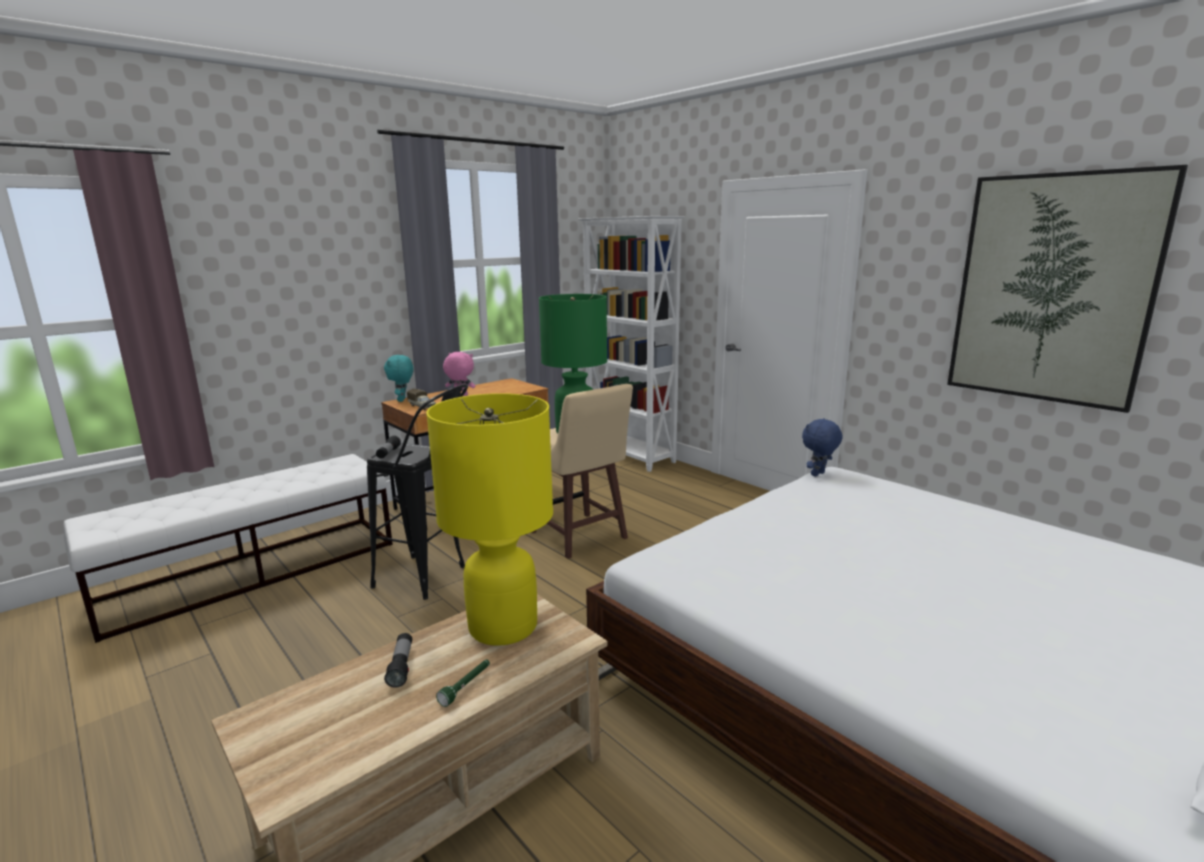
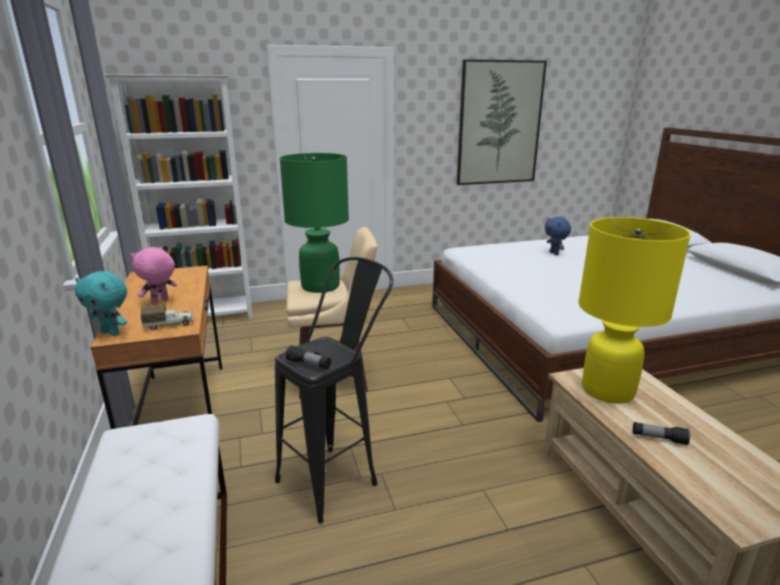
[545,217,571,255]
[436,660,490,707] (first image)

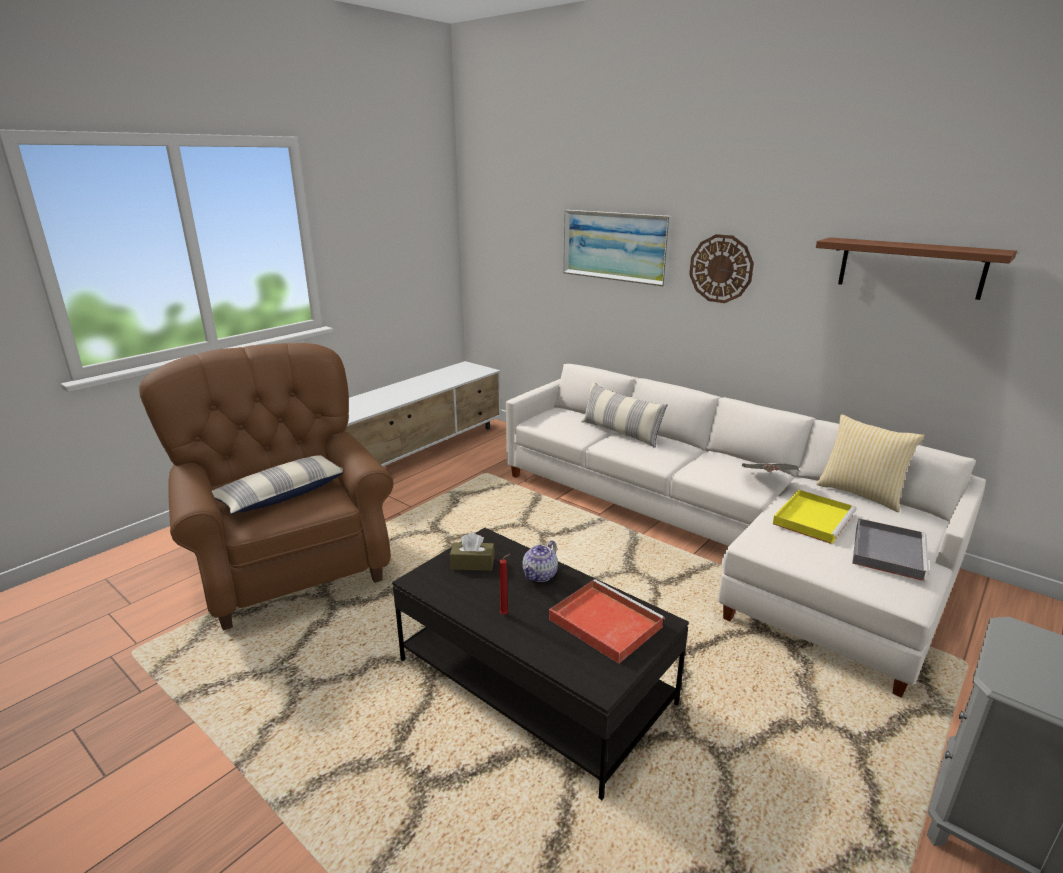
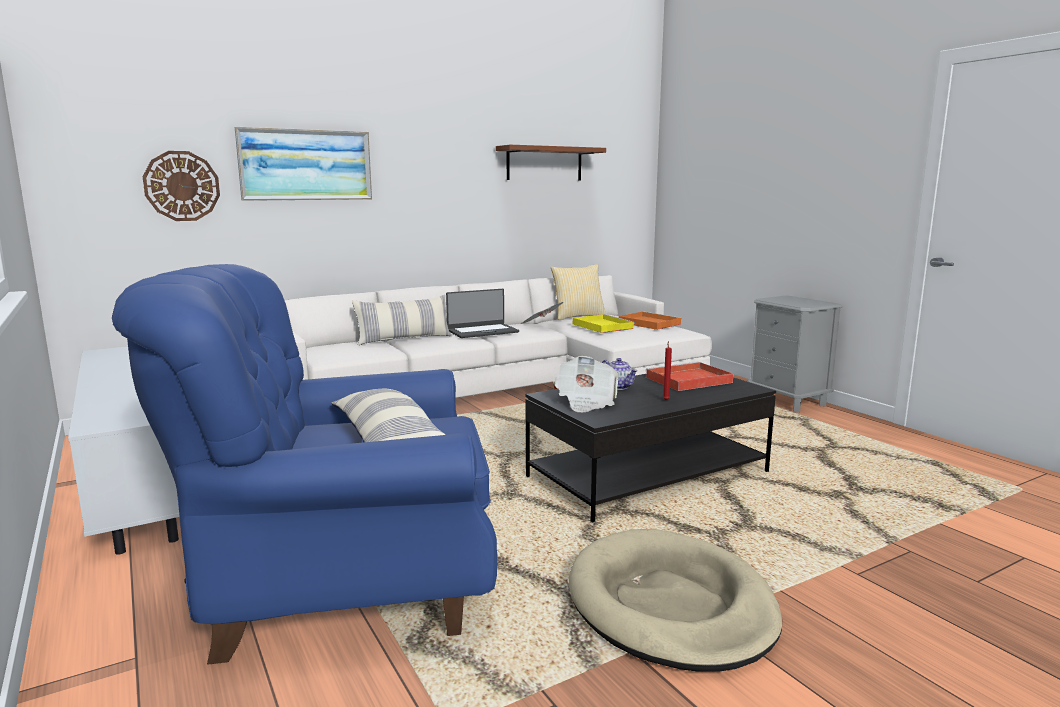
[112,264,497,664]
[143,151,220,221]
[446,289,519,338]
[554,356,619,412]
[569,529,782,672]
[619,311,682,330]

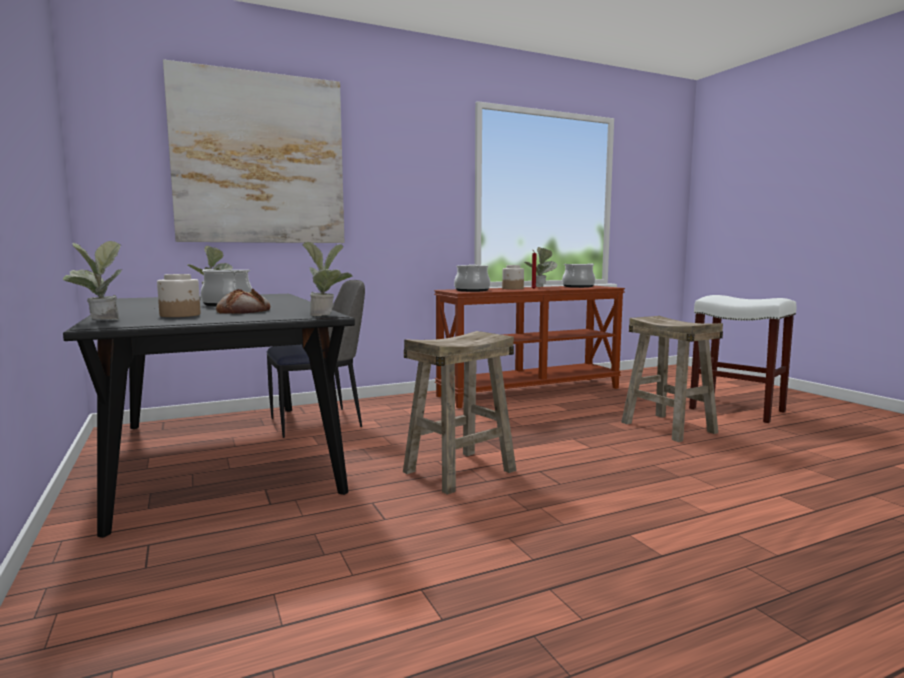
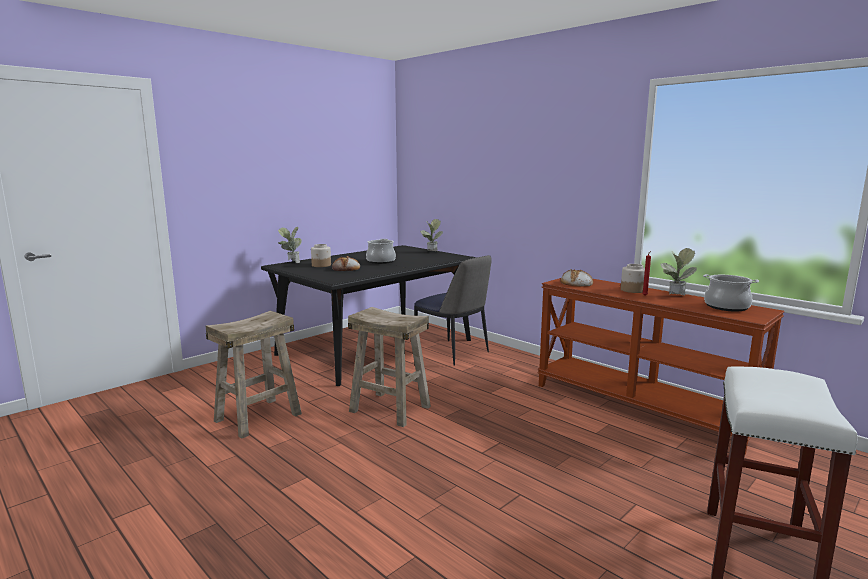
[206,311,302,439]
[560,269,593,287]
[163,59,345,243] (first image)
[302,242,352,317] (first image)

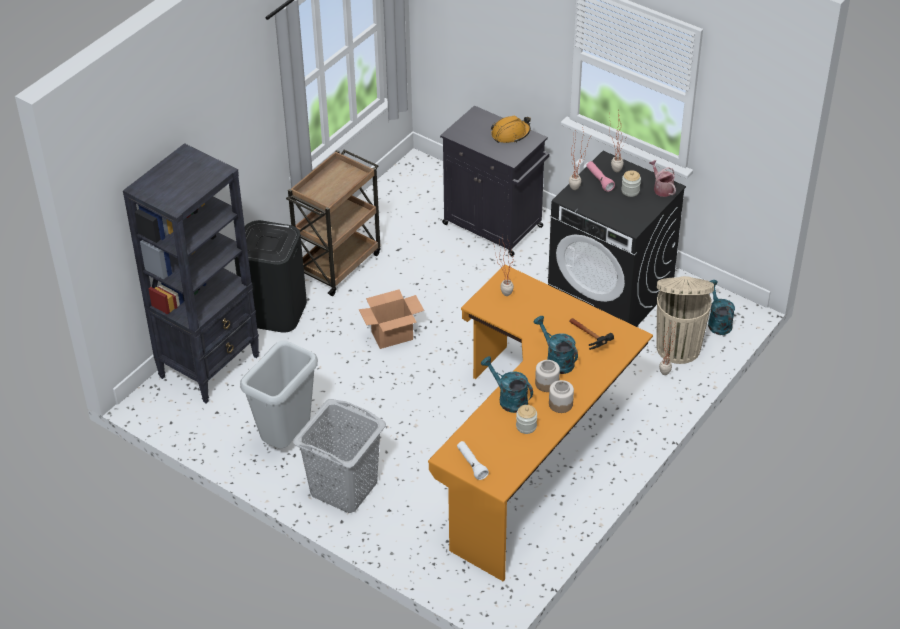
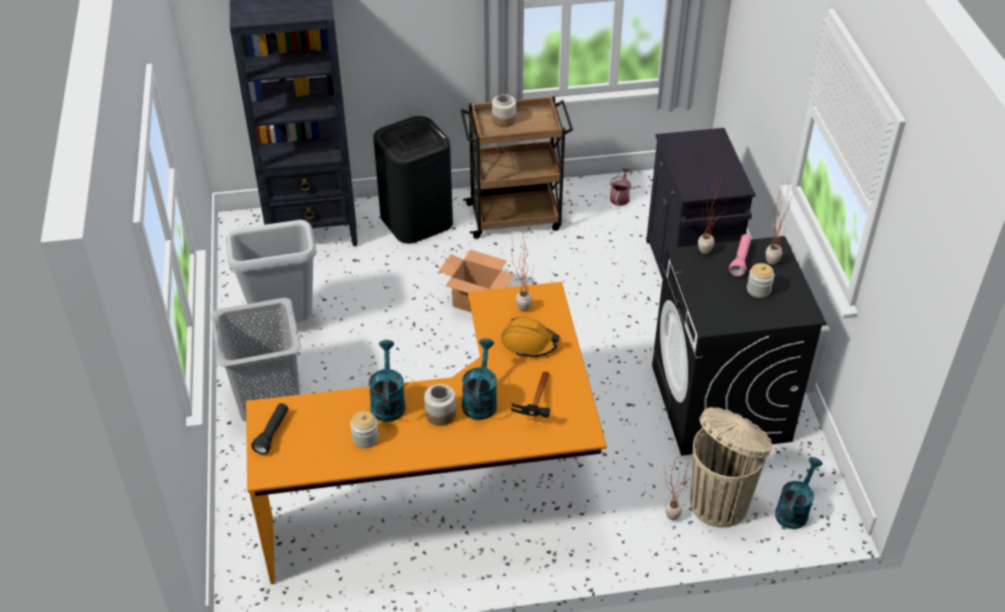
[252,403,288,455]
[492,94,516,127]
[501,317,560,357]
[610,168,632,206]

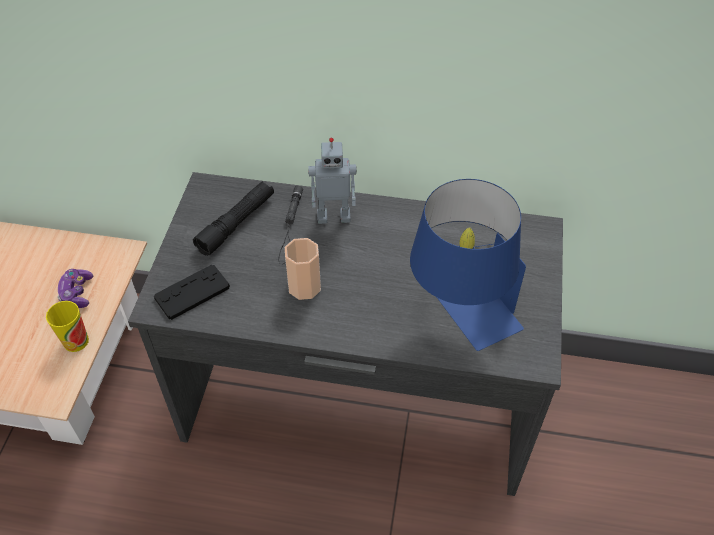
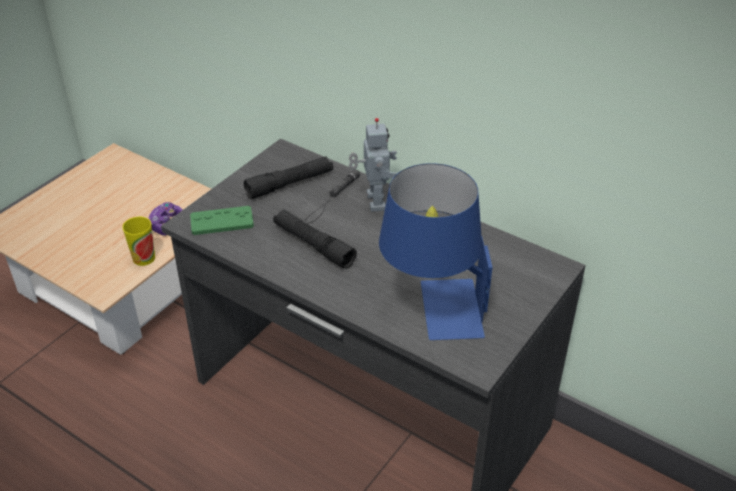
[190,206,254,235]
[273,209,357,269]
[349,118,399,212]

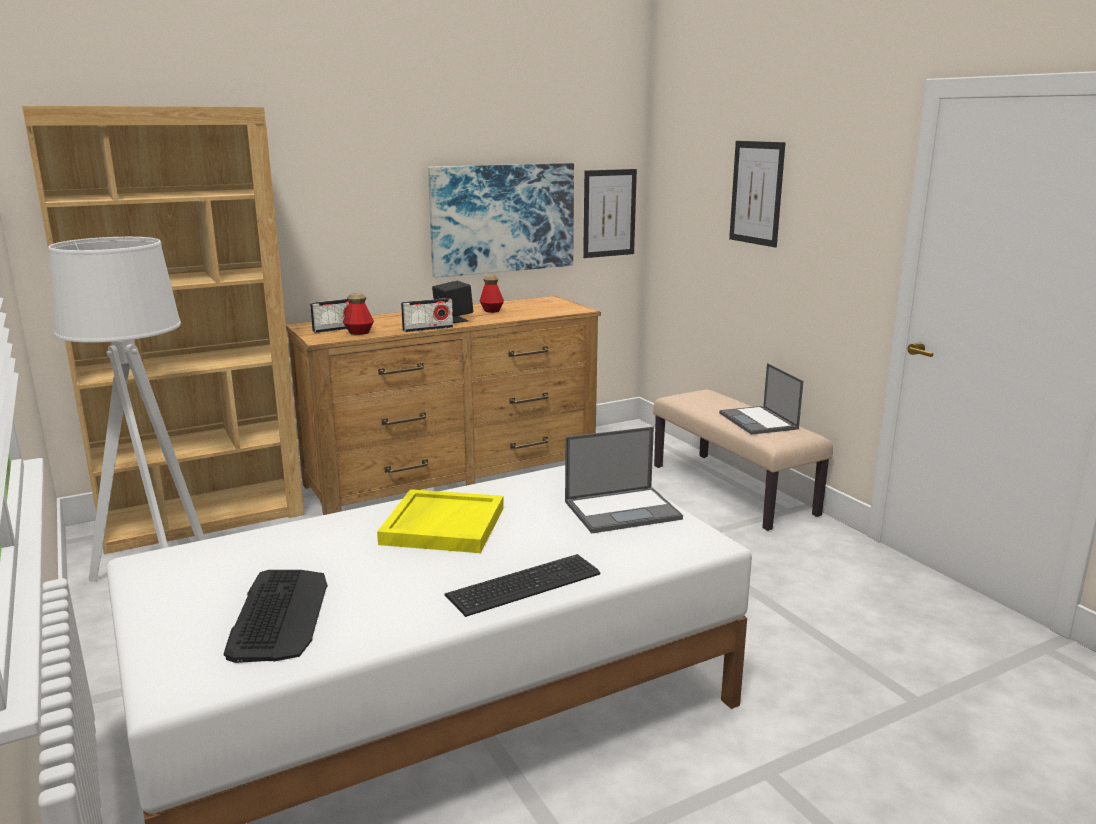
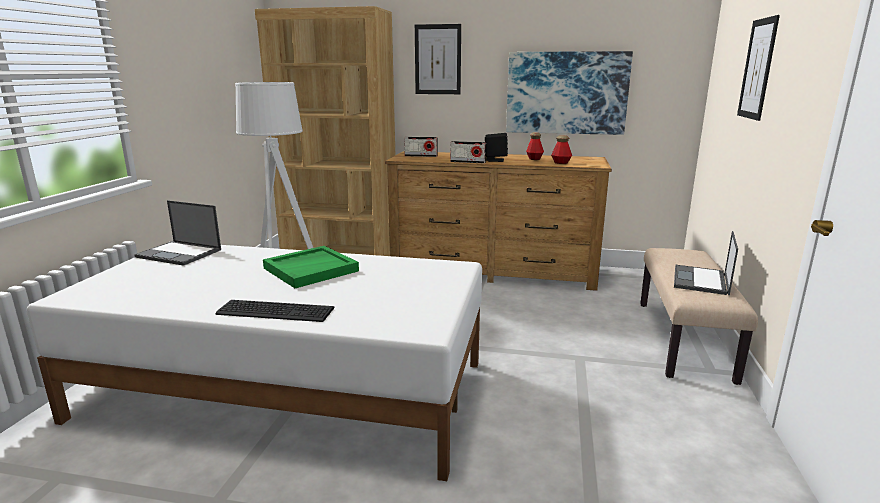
[134,200,221,266]
[263,246,359,288]
[415,24,461,94]
[551,135,572,164]
[224,570,327,663] (first image)

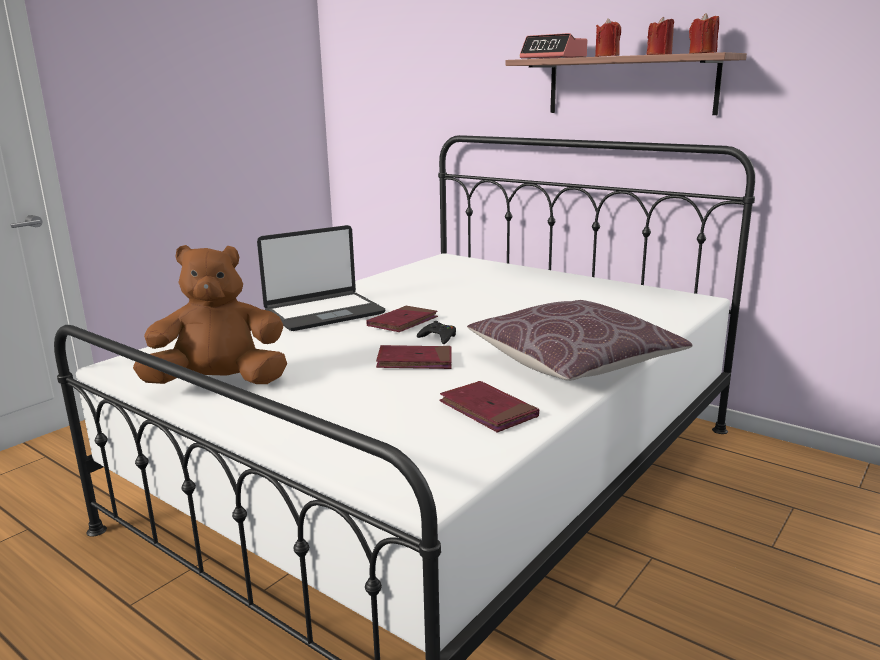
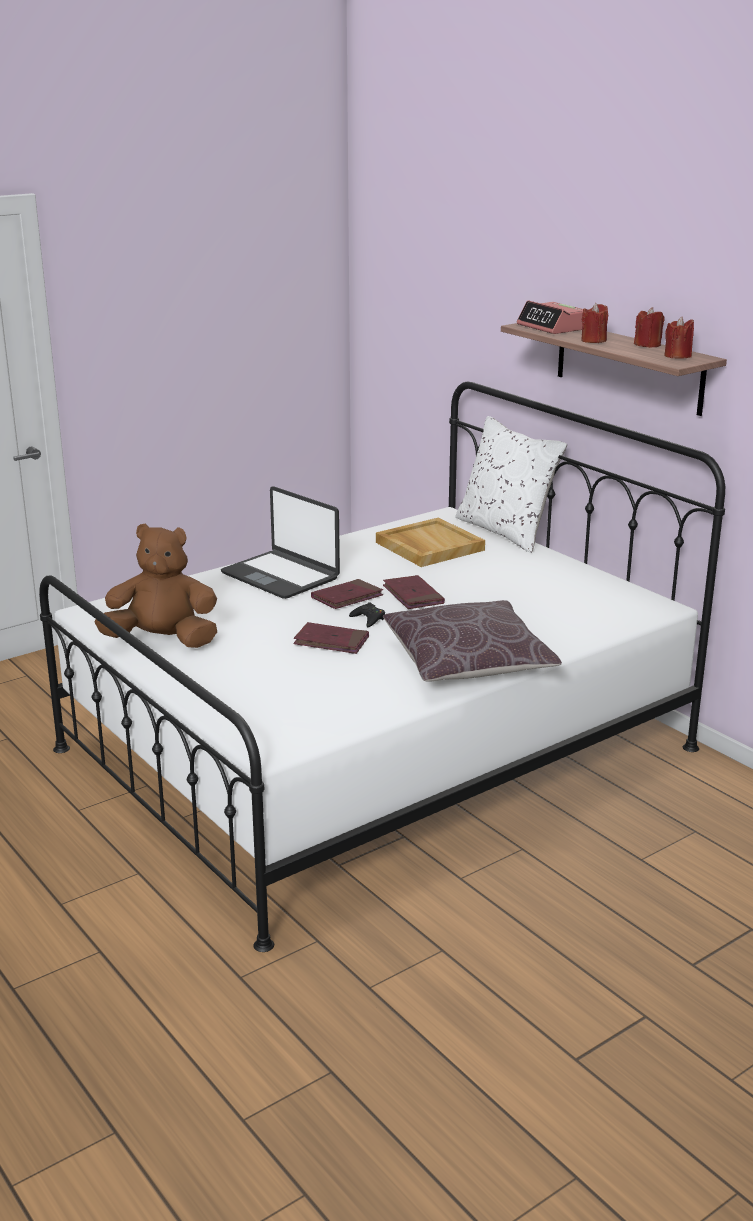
[221,486,340,599]
[376,518,485,567]
[383,575,445,609]
[455,416,567,553]

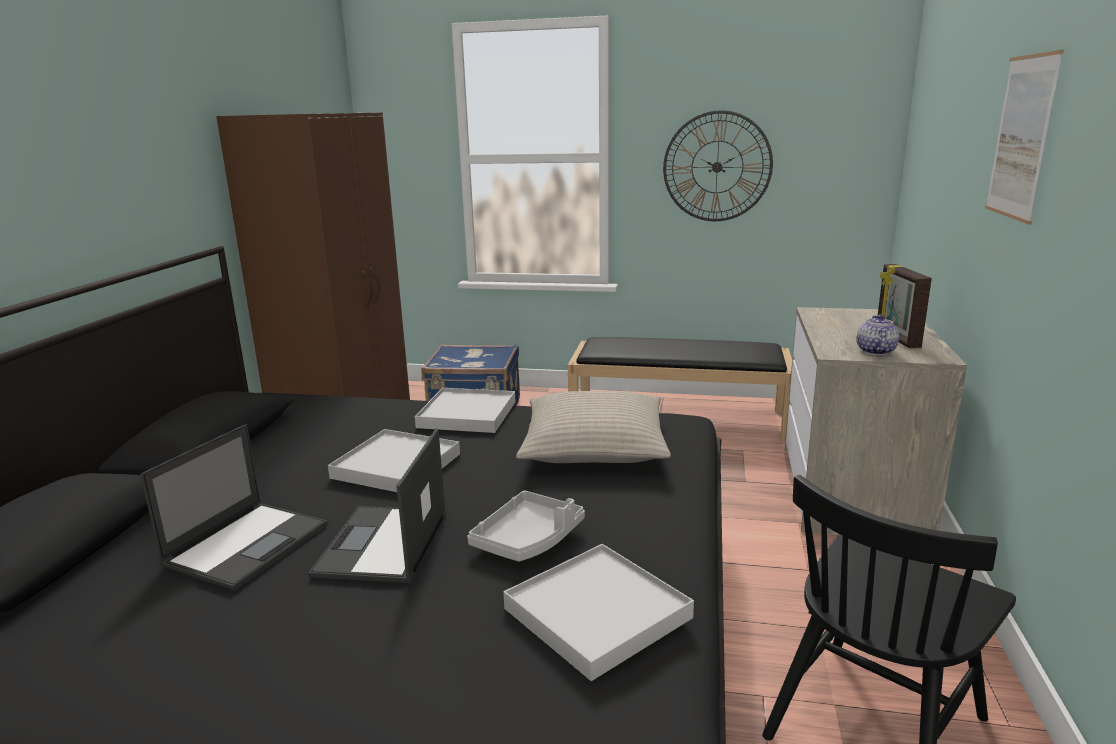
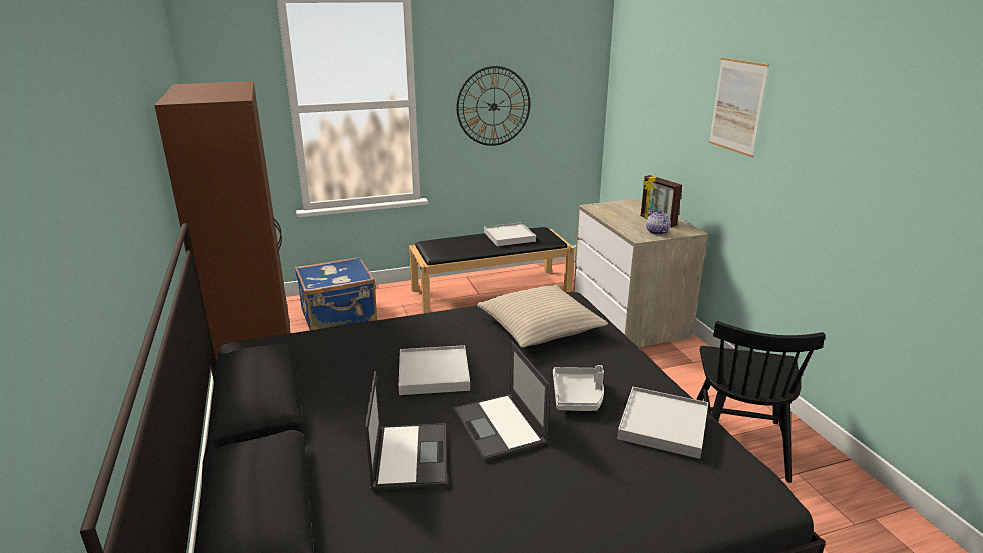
[484,222,536,246]

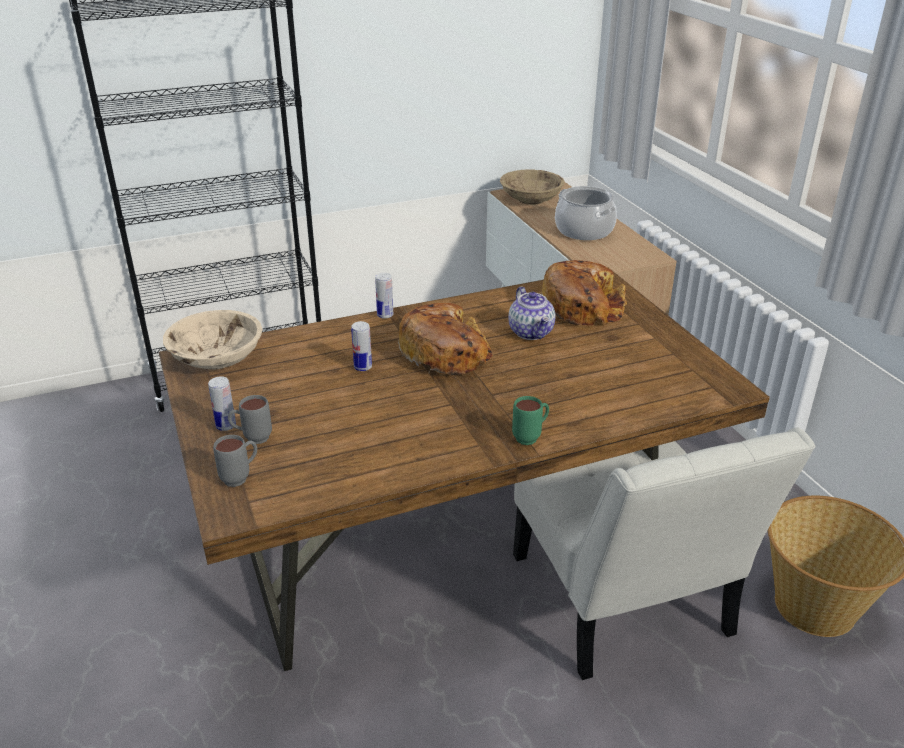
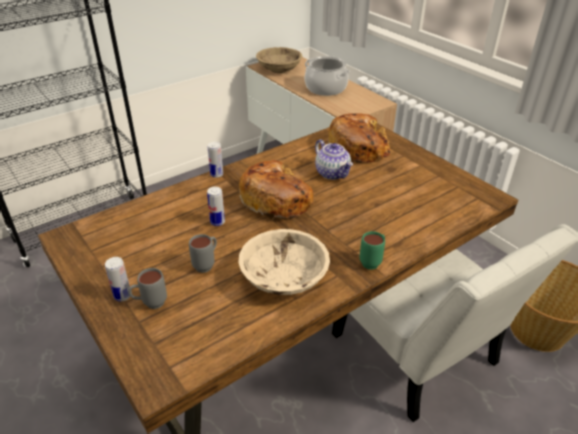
[189,234,217,273]
[238,229,330,295]

